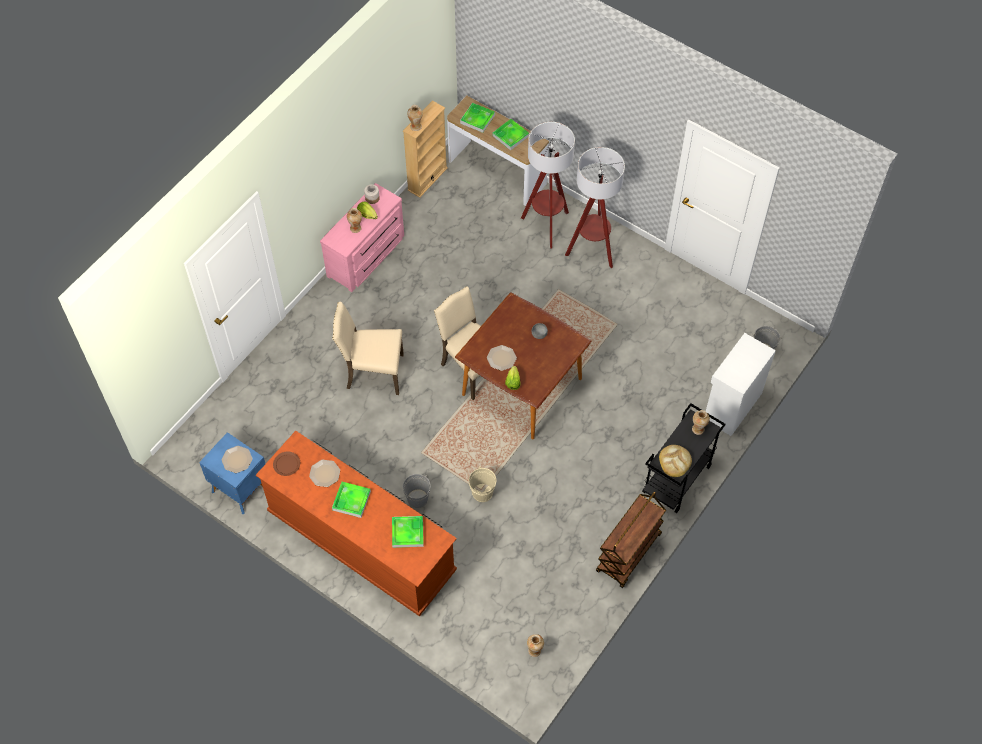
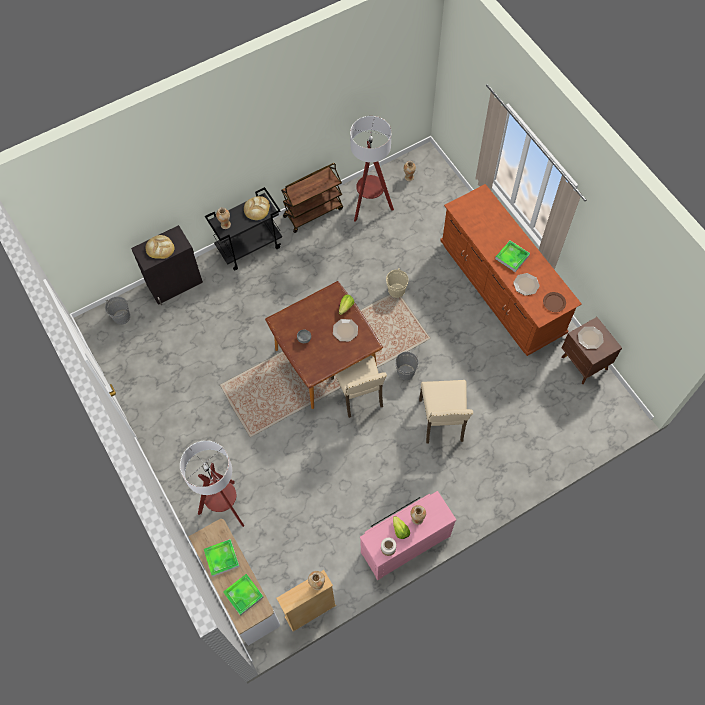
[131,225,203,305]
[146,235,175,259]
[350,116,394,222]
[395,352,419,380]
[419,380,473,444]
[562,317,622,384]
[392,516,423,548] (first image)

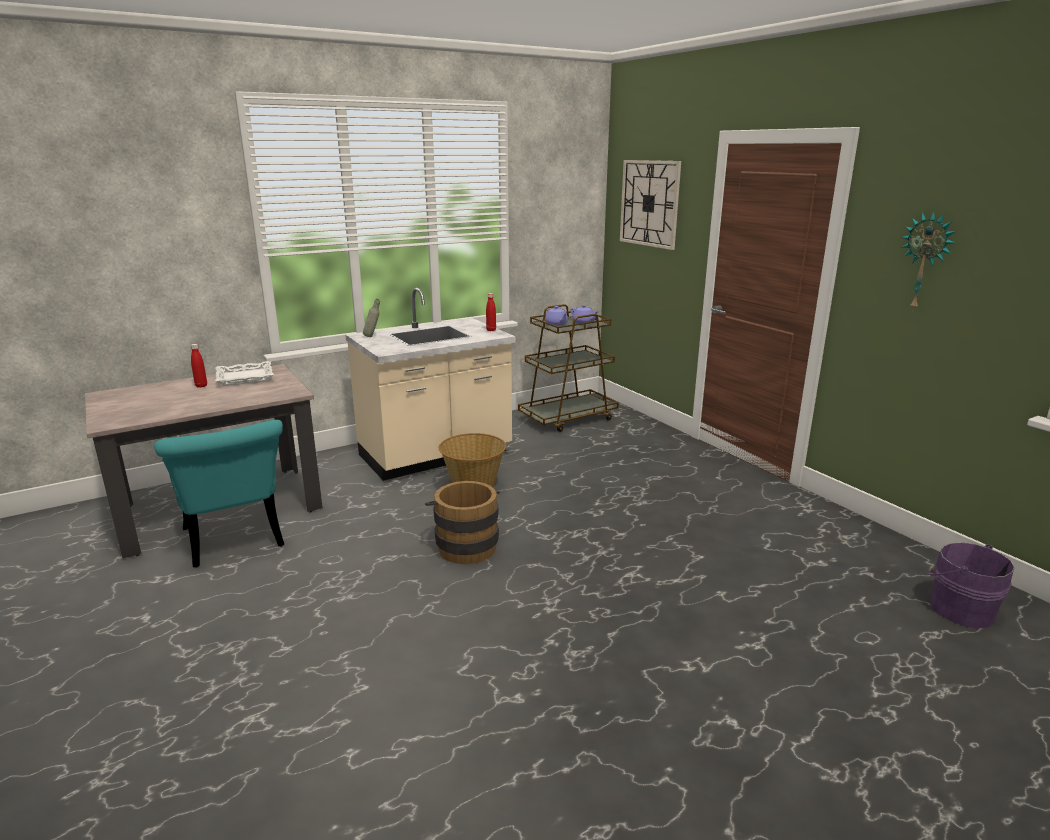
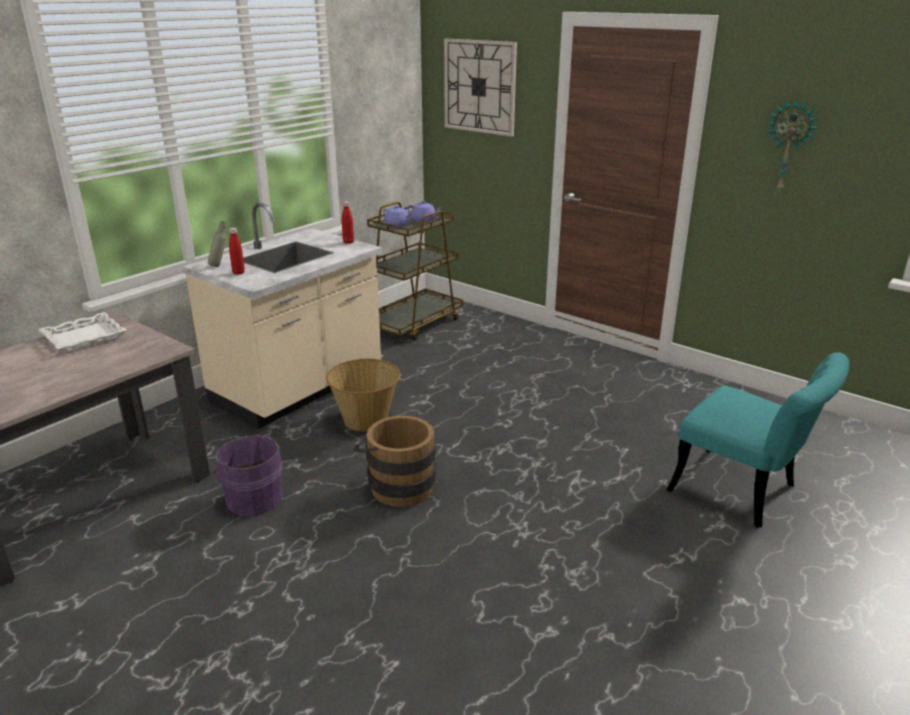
[211,434,283,516]
[229,228,245,275]
[666,352,849,528]

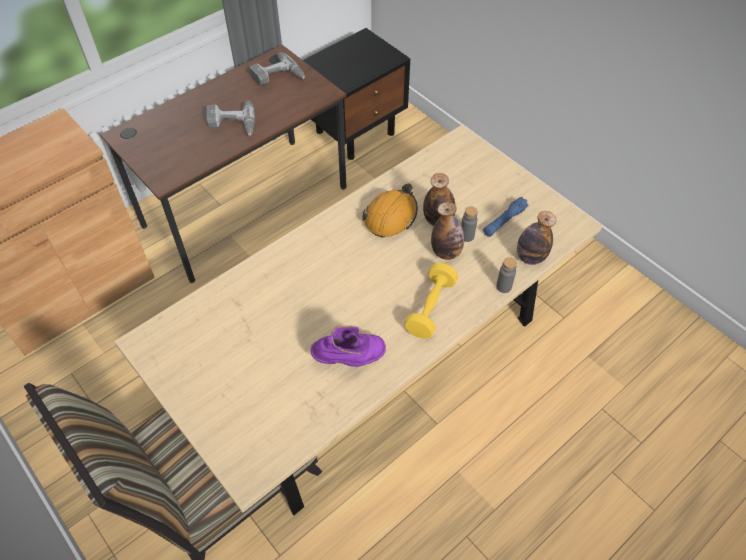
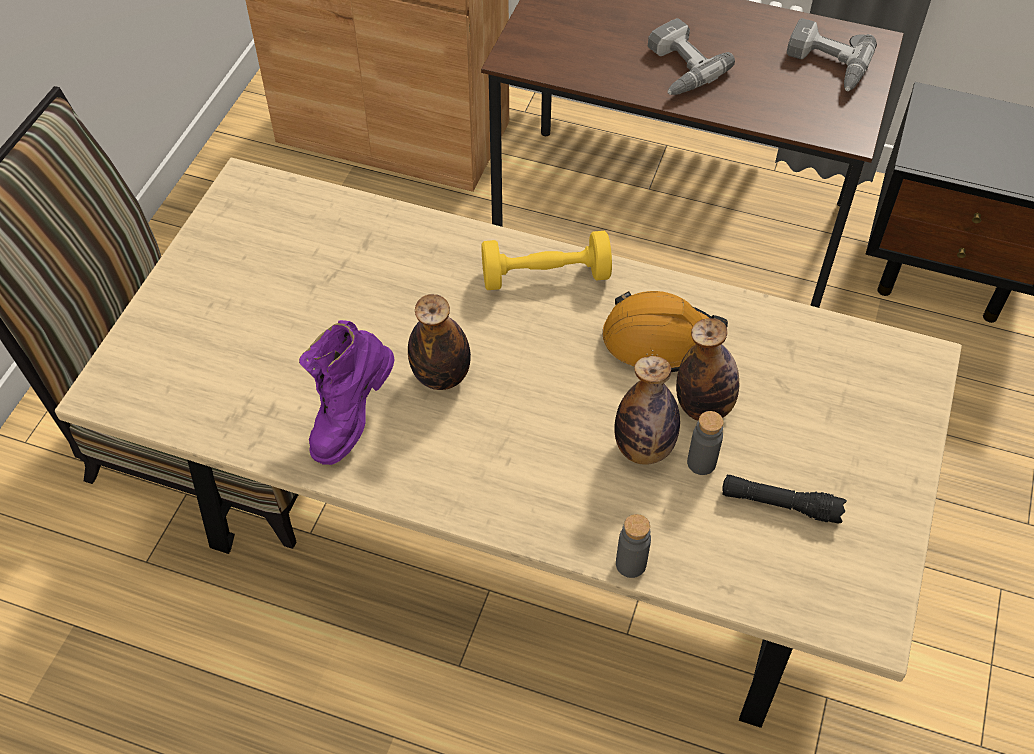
[299,320,395,465]
[408,294,471,390]
[481,231,612,290]
[722,475,847,524]

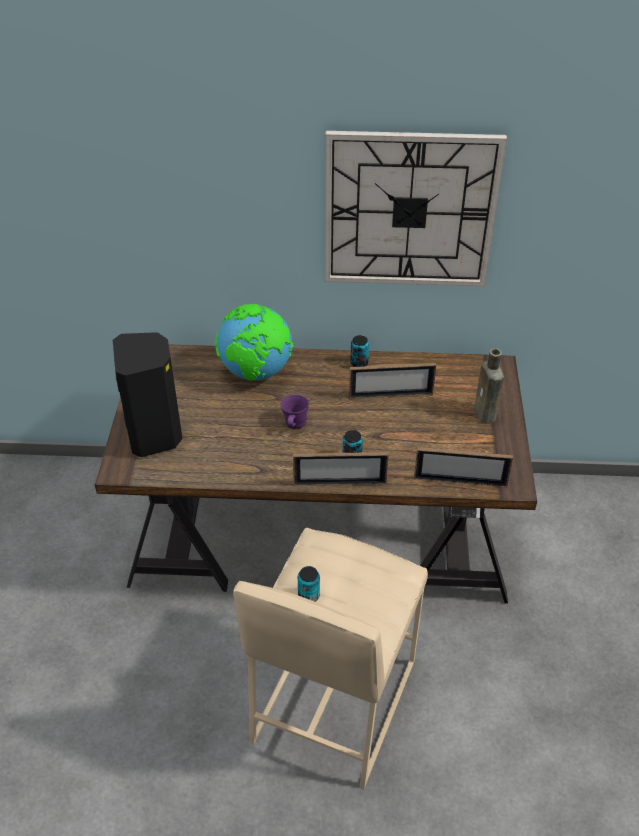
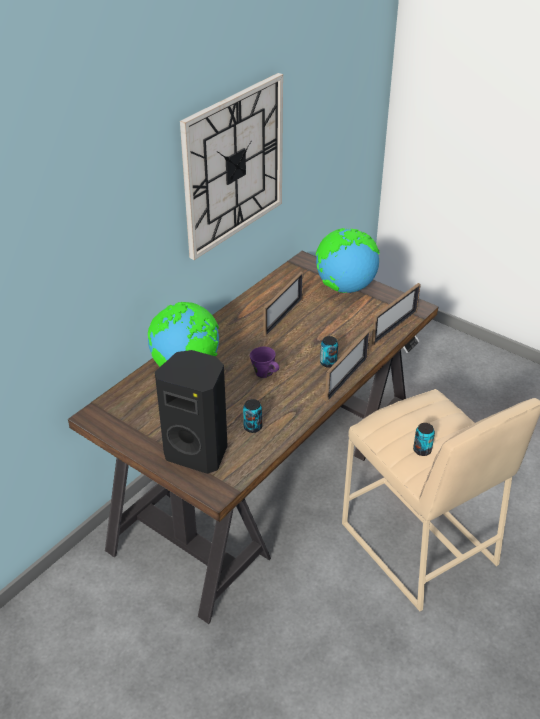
[243,399,262,433]
[316,228,380,293]

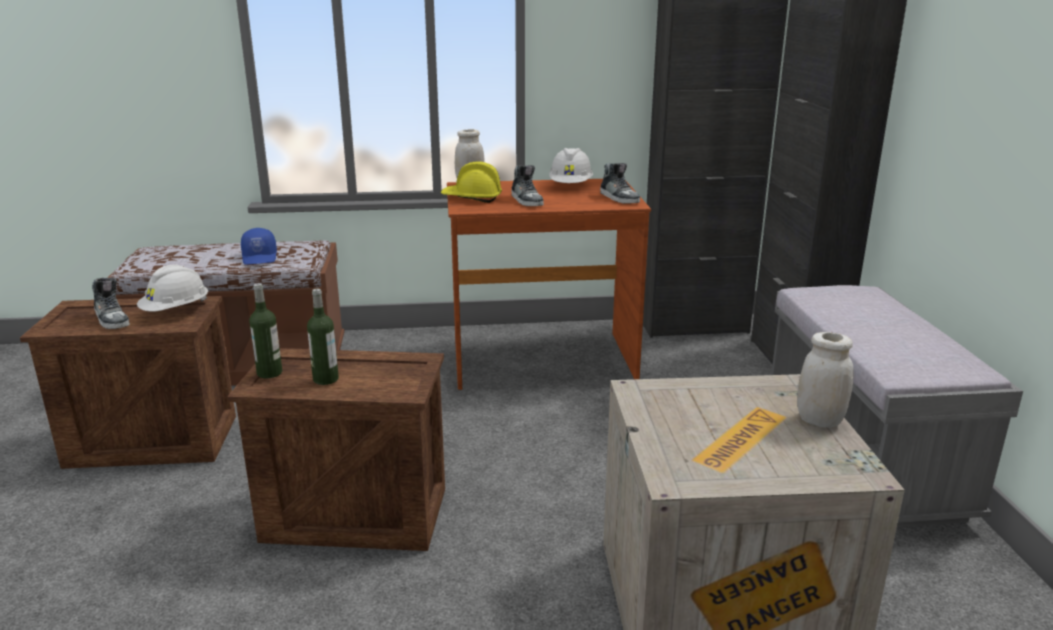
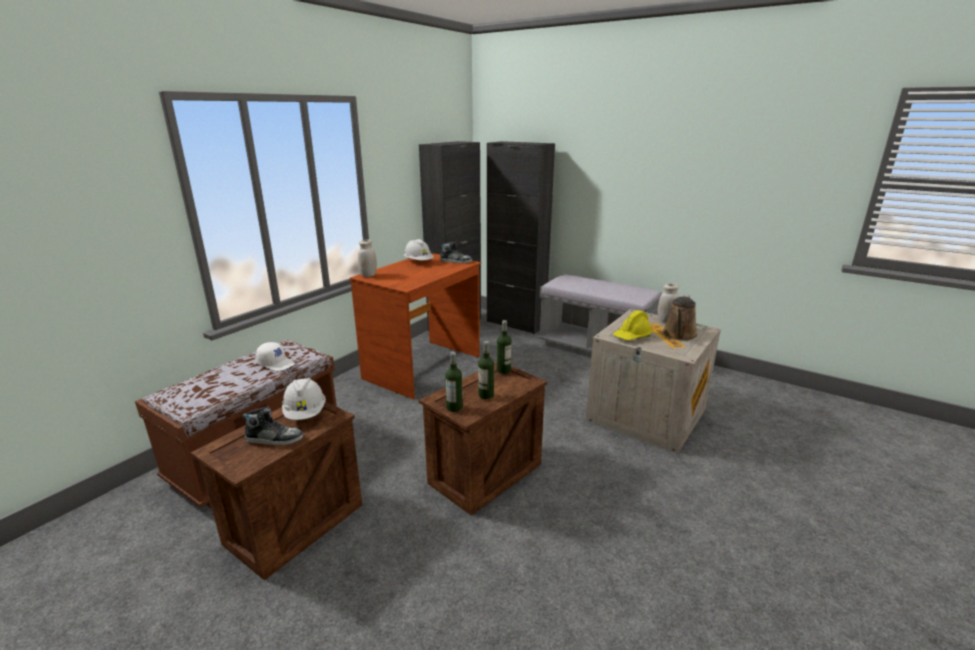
[256,342,295,371]
[497,320,512,374]
[613,310,653,340]
[662,295,697,341]
[511,165,544,206] (first image)

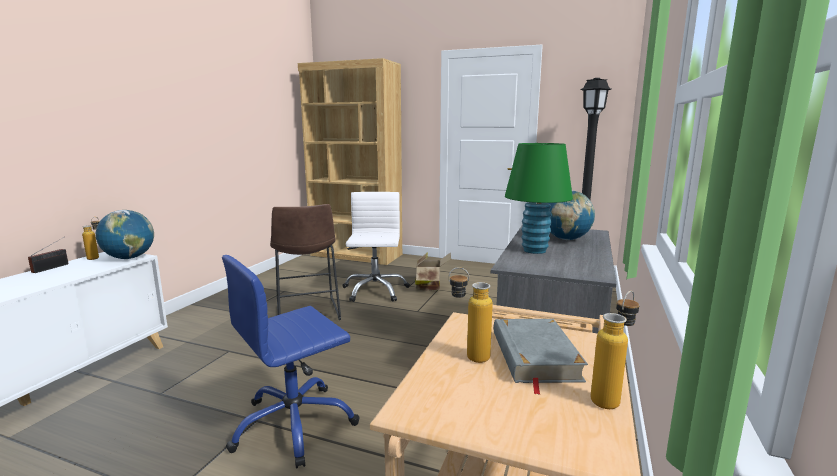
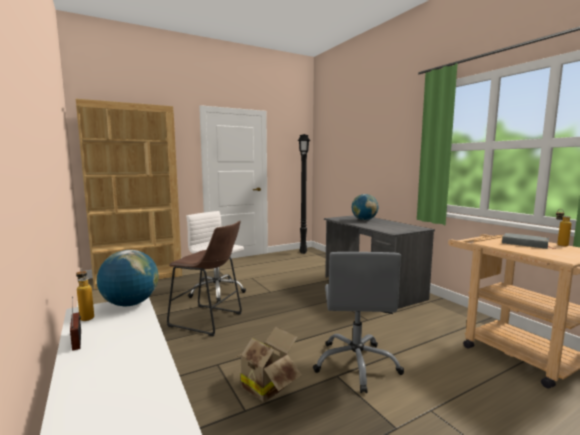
[232,326,302,402]
[313,252,404,393]
[448,267,493,363] (first image)
[505,143,573,254] (first image)

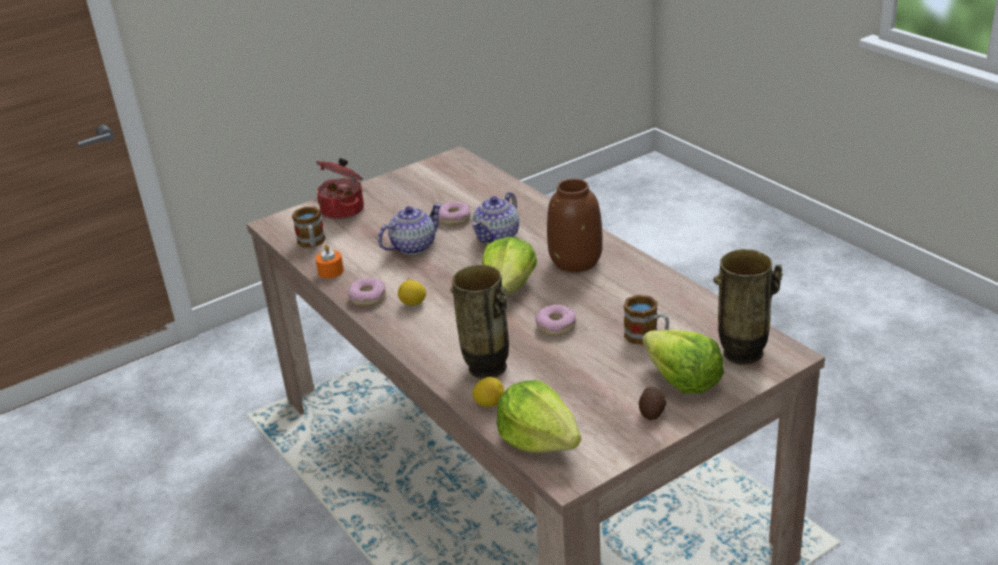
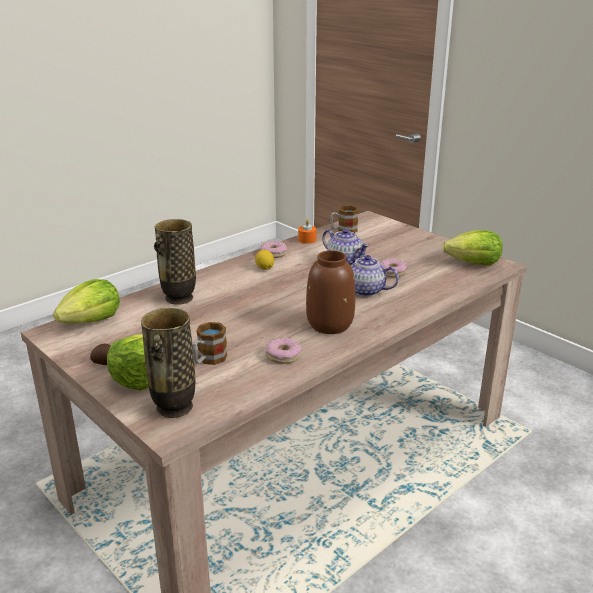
[265,338,302,364]
[443,230,503,265]
[316,158,364,219] (first image)
[472,377,504,407] (first image)

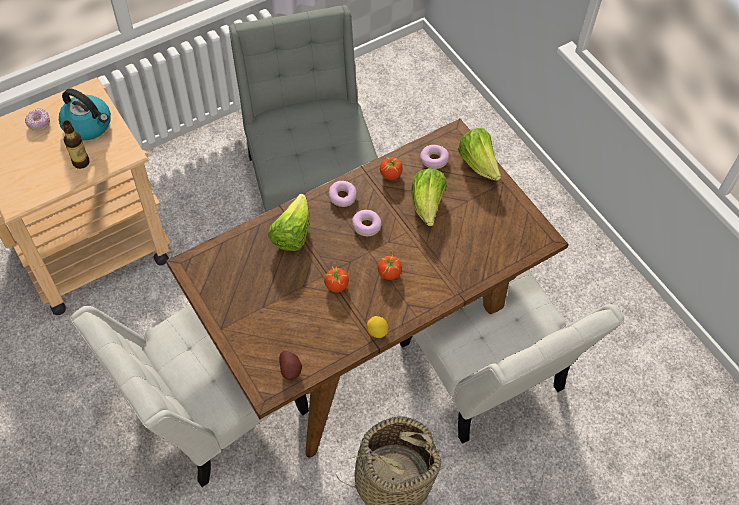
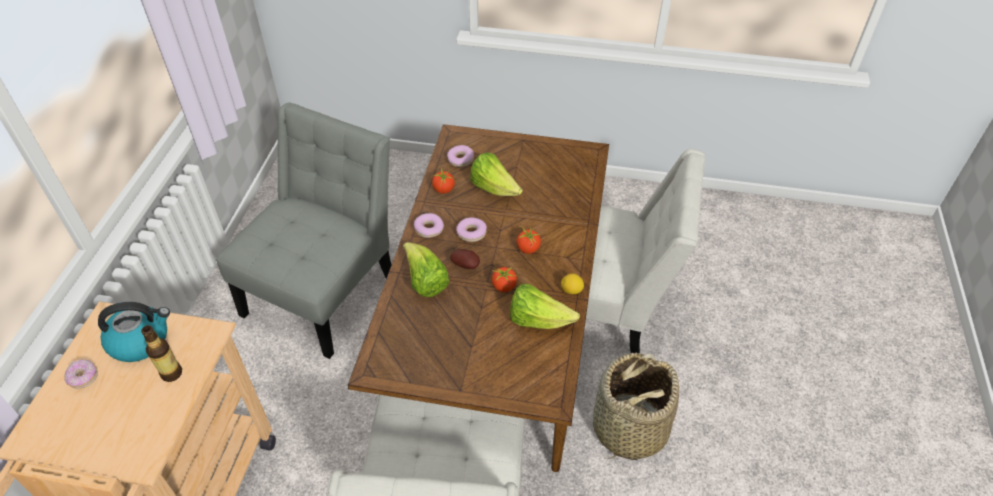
[216,102,391,359]
[450,249,480,269]
[510,284,580,329]

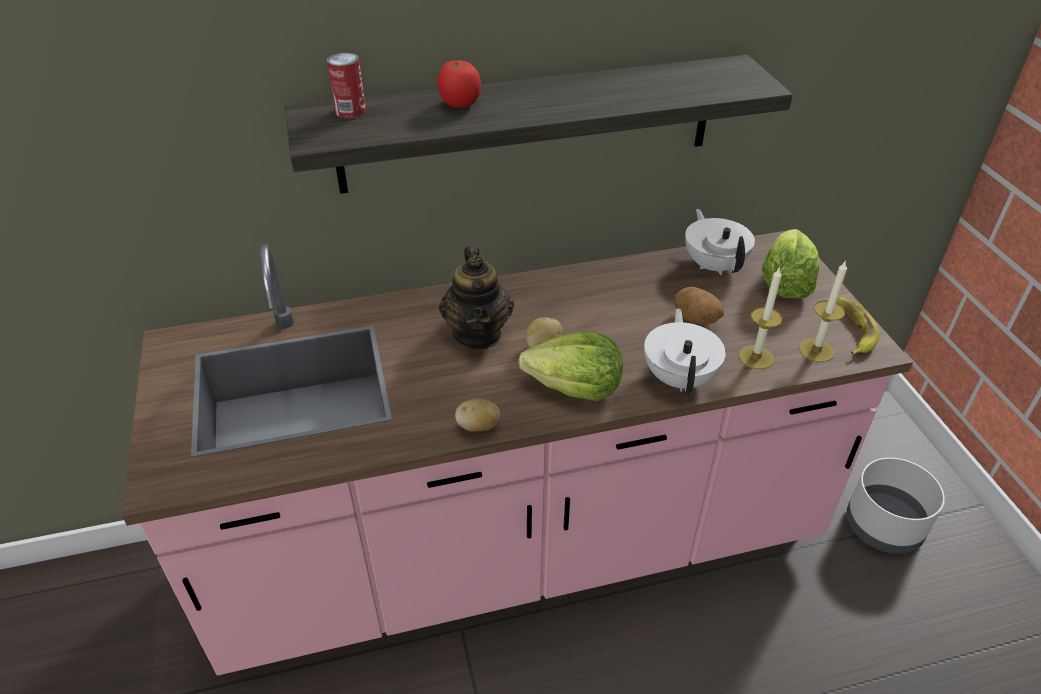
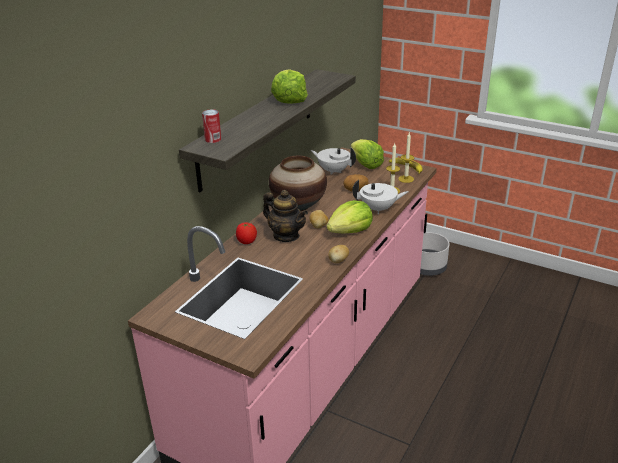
[236,223,257,244]
[269,156,327,211]
[271,69,308,104]
[352,180,408,214]

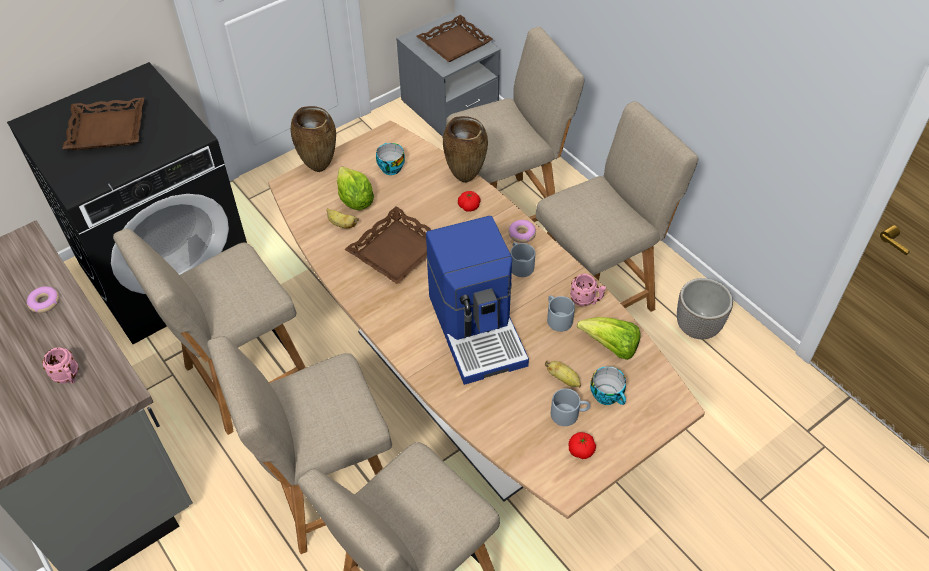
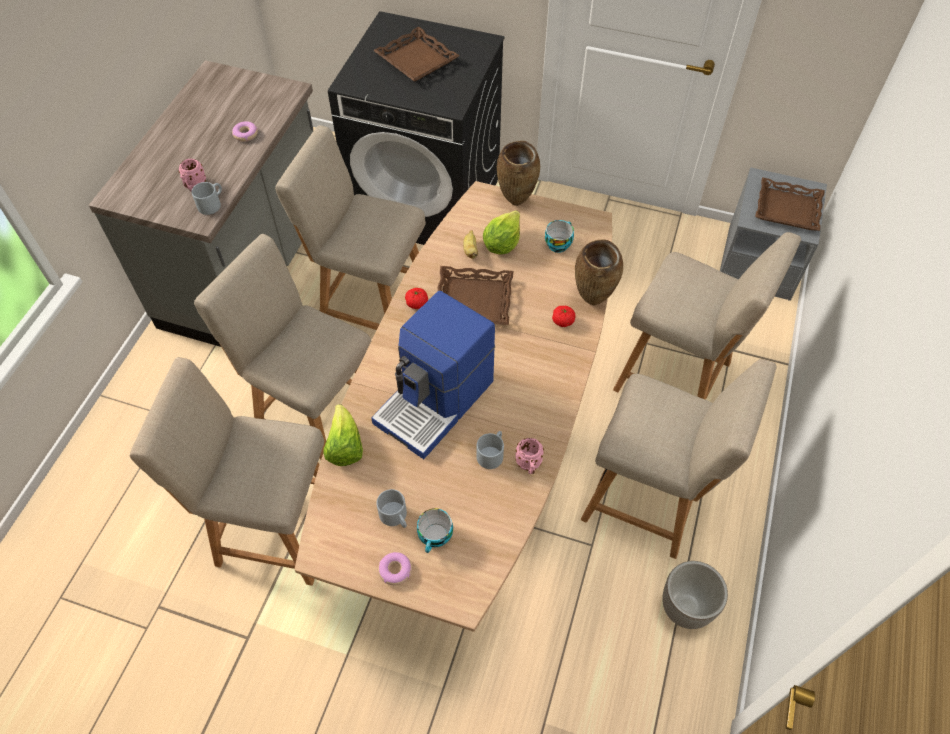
[191,182,222,215]
[323,404,363,466]
[378,552,412,585]
[405,288,428,309]
[545,361,581,387] (first image)

